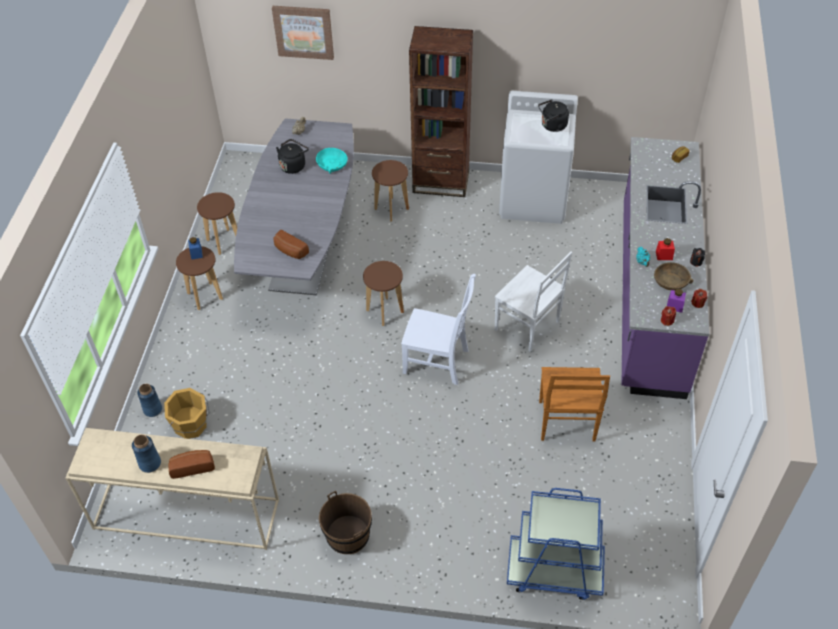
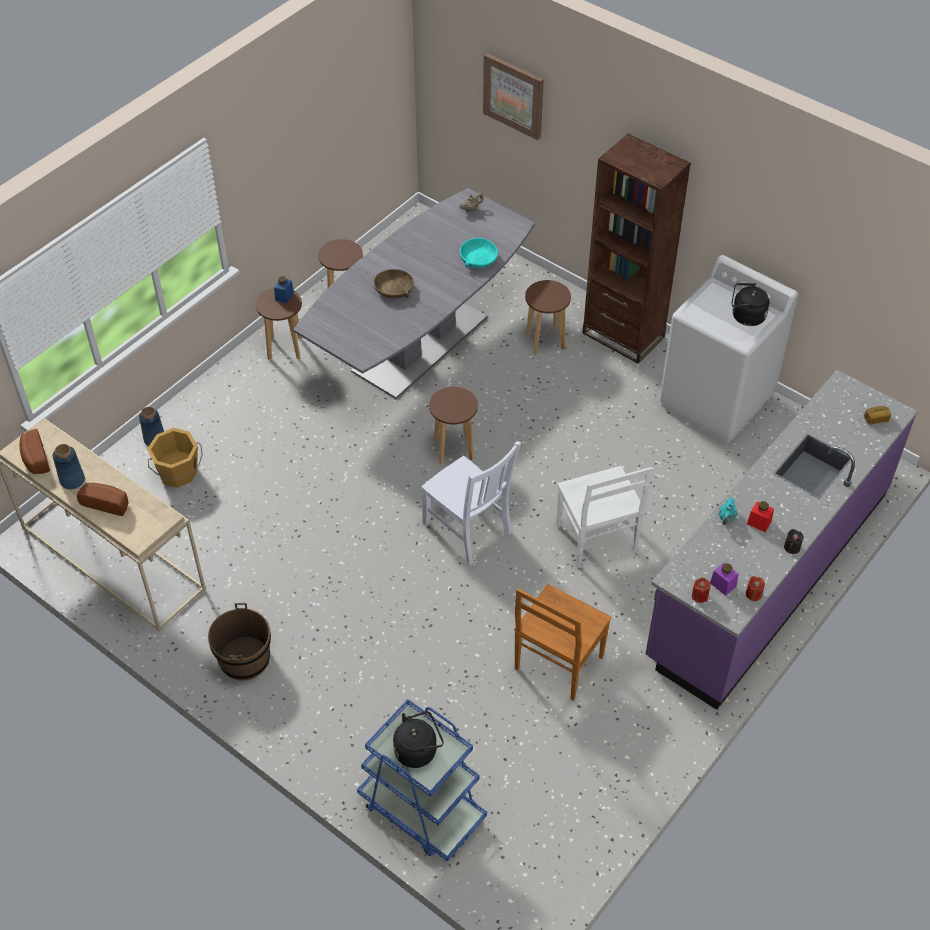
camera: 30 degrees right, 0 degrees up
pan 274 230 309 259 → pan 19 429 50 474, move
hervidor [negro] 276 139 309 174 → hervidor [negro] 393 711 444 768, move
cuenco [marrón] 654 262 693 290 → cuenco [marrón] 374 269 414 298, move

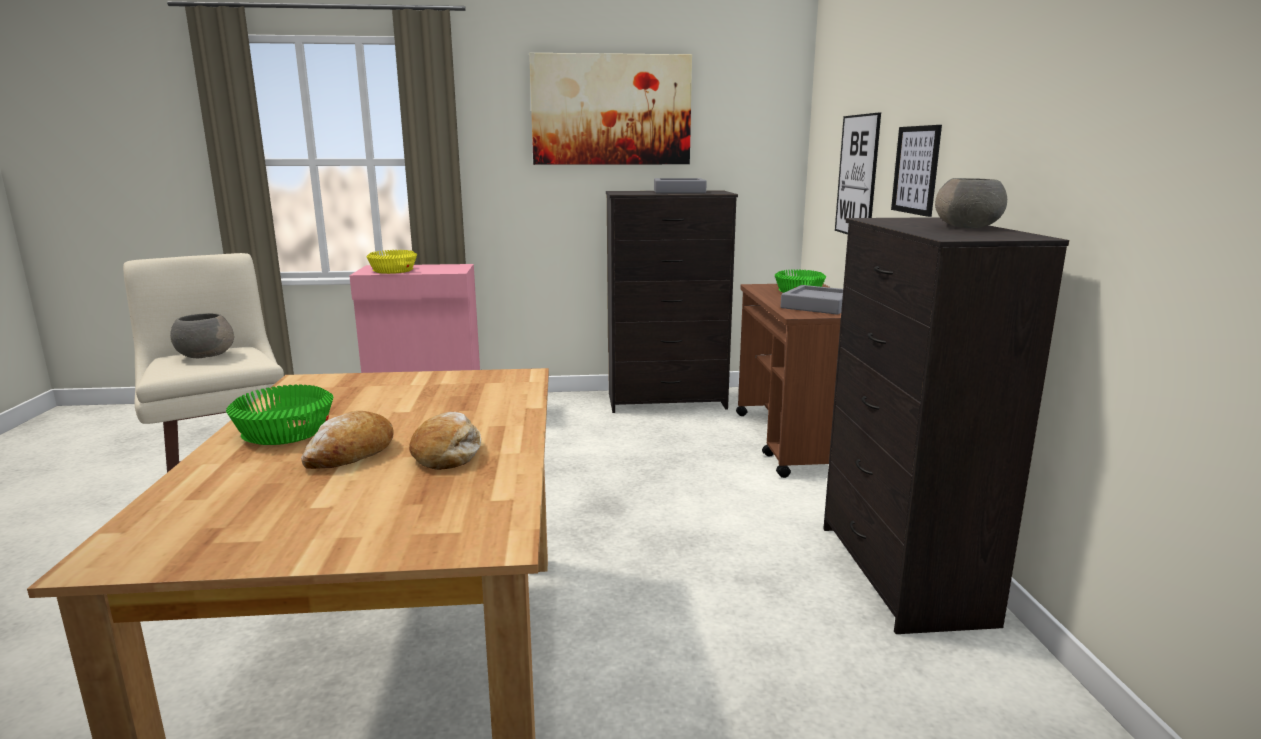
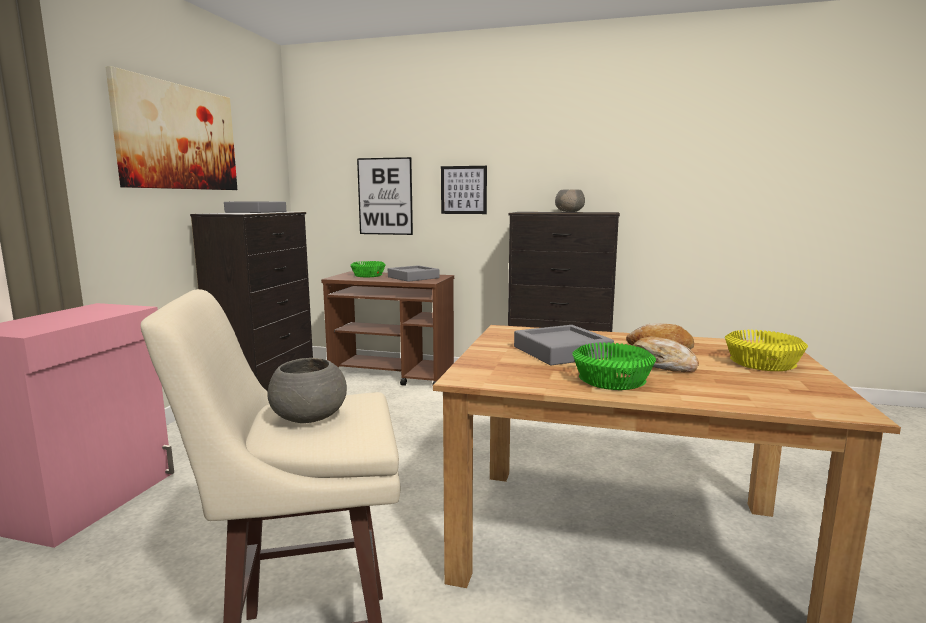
camera: 70 degrees left, 5 degrees down
- → bandeja [gris] 514 325 614 365
cuenco [amarillo] 366 250 417 274 → cuenco [amarillo] 725 330 808 371, move

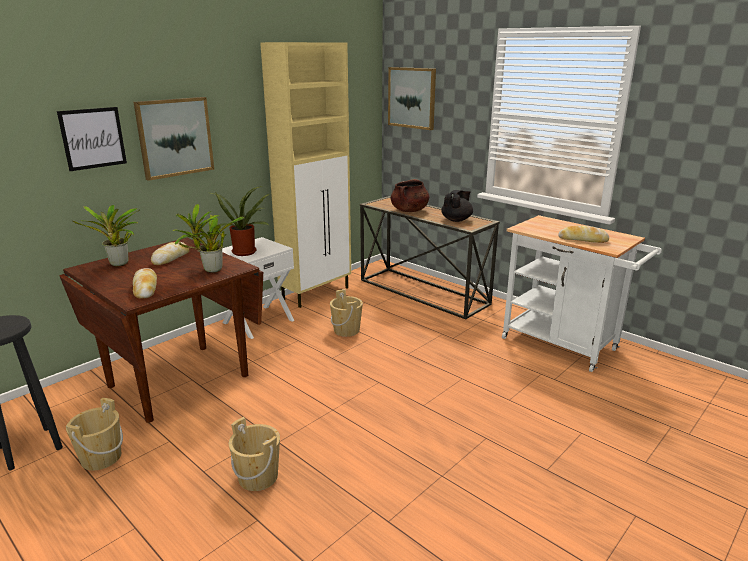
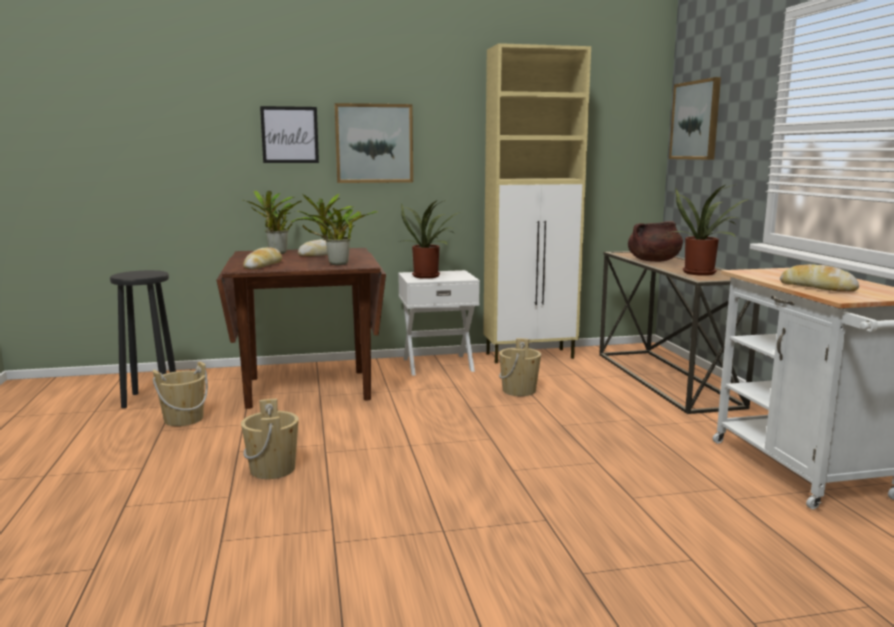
camera: 35 degrees right, 10 degrees down
tetera [negro] 441 190 473 222 → planta en maceta 668 184 749 276

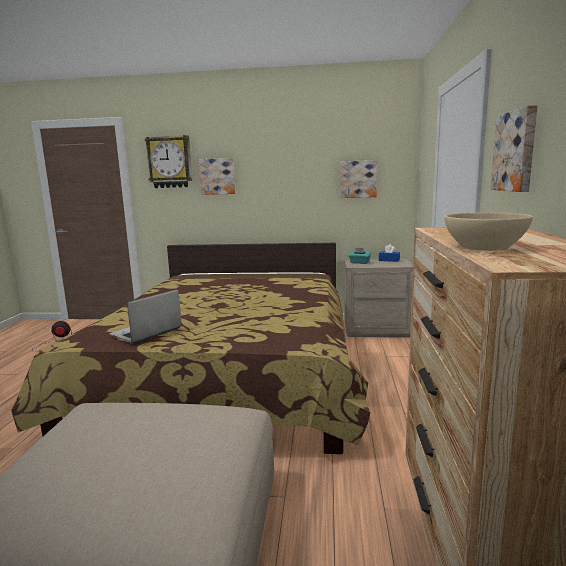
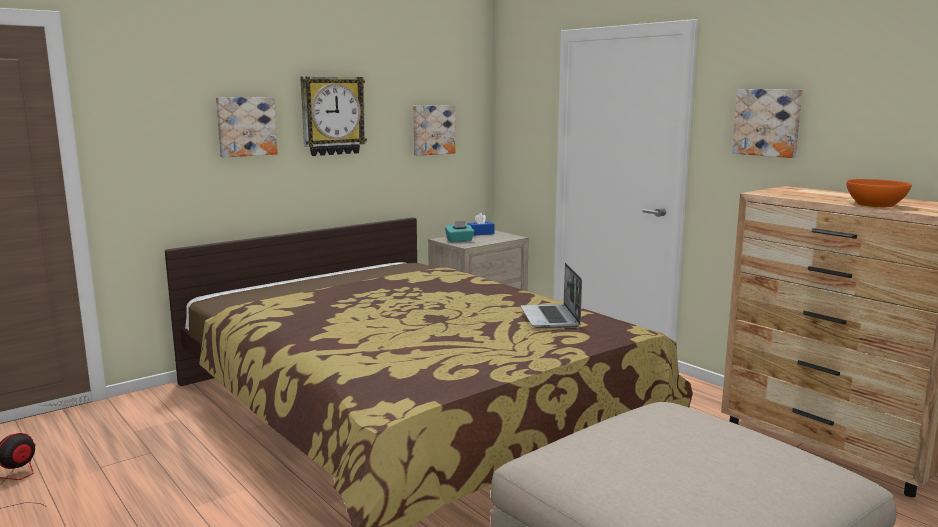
camera: 45 degrees left, 0 degrees up
portátil 109 289 182 344 → portátil 520 263 582 328, move
reloj de pared 145 135 192 188 → reloj de pared 300 76 367 156, move
cuenco [beis] 444 212 533 251 → cuenco [naranja] 846 179 912 207

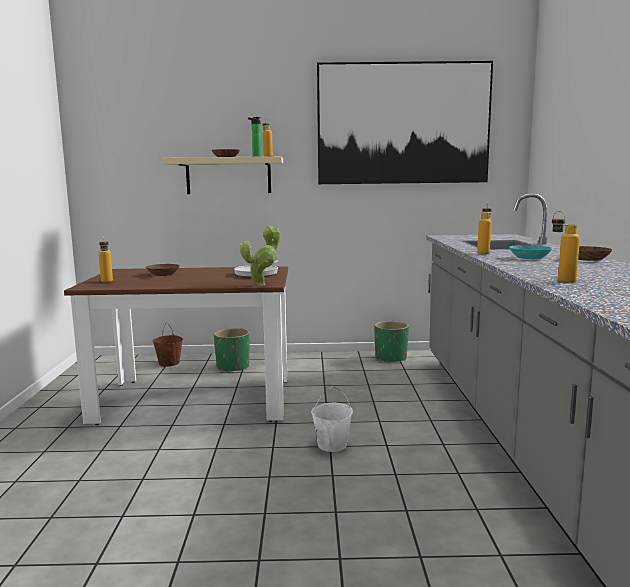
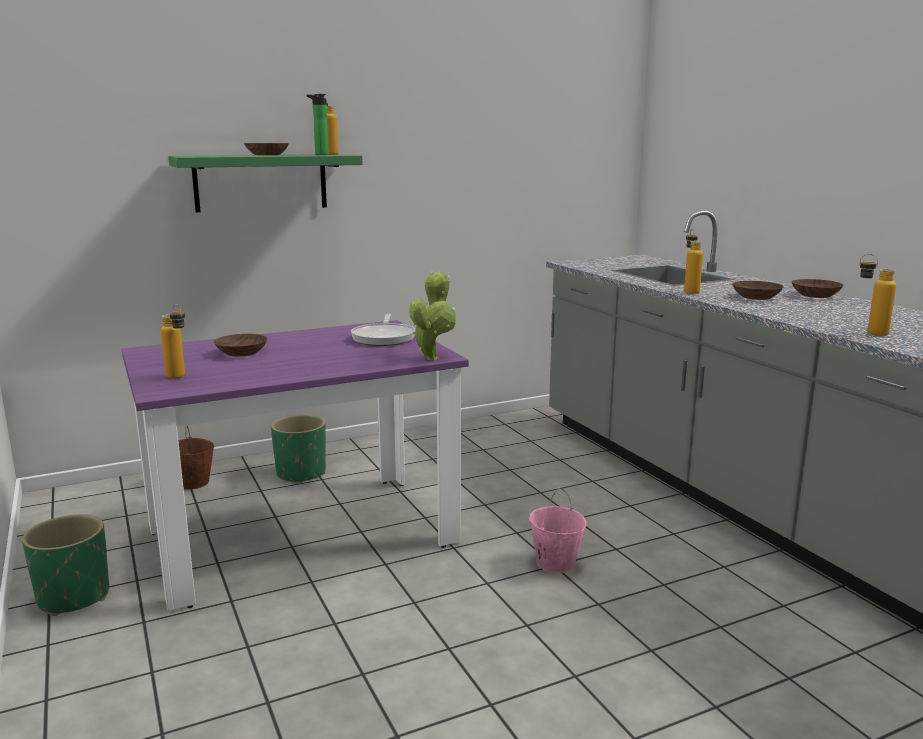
camera: 25 degrees left, 5 degrees up
cuadro 317 61 493 184 → -
maceta [verde] 374 321 409 363 → maceta [verde] 22 514 109 616, move
mesa de comedor [marrón] 64 266 288 425 → mesa de comedor [morado] 121 320 469 611
estante [beis] 163 156 283 194 → estante [verde] 168 154 363 212
cubo [blanco] 311 387 353 452 → cubo [rosa] 529 488 587 573
cuenco [turquesa] 509 245 552 259 → cuenco [marrón] 732 281 783 300

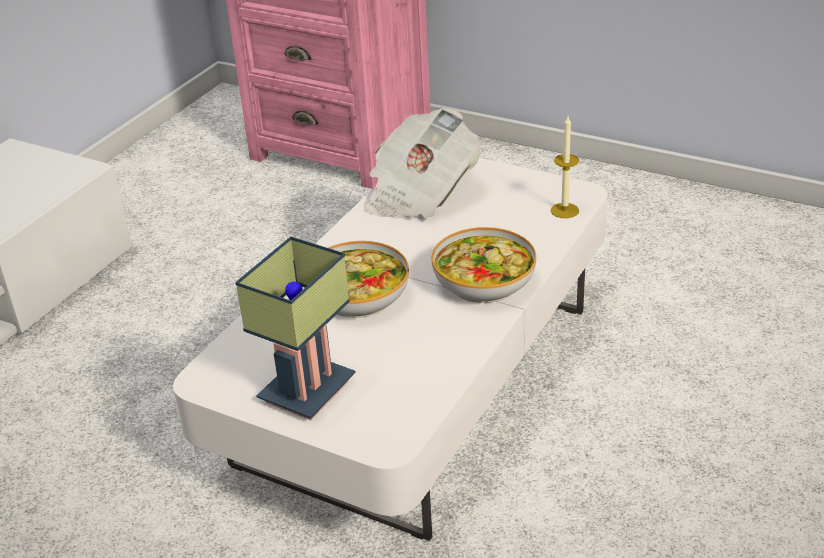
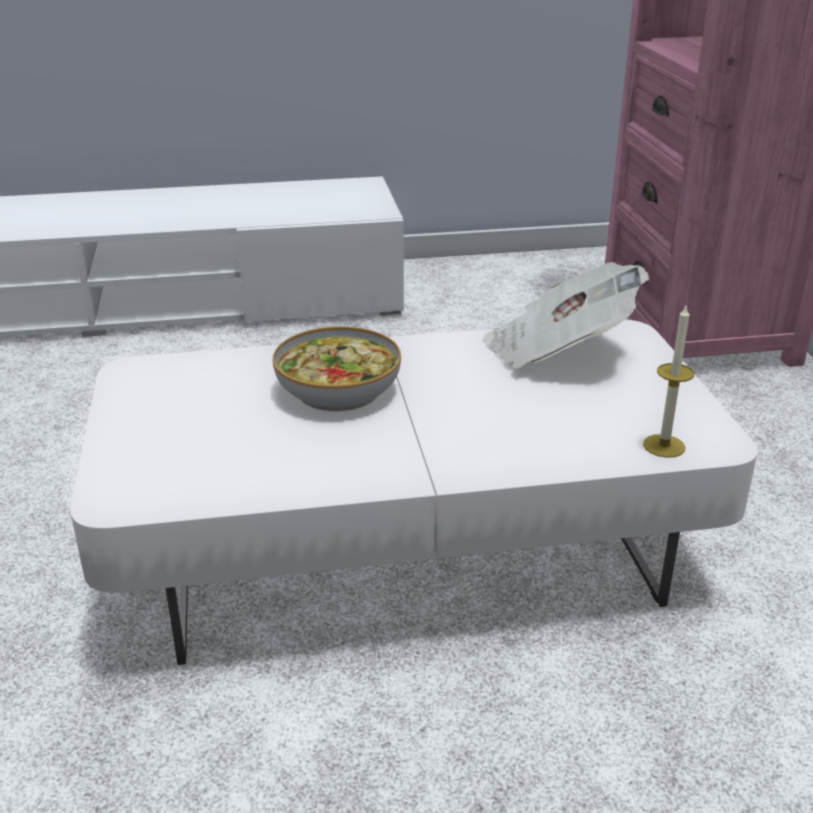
camera: 50 degrees right, 5 degrees down
lámpara de mesa 235 236 356 420 → -
cuenco 431 227 536 303 → -

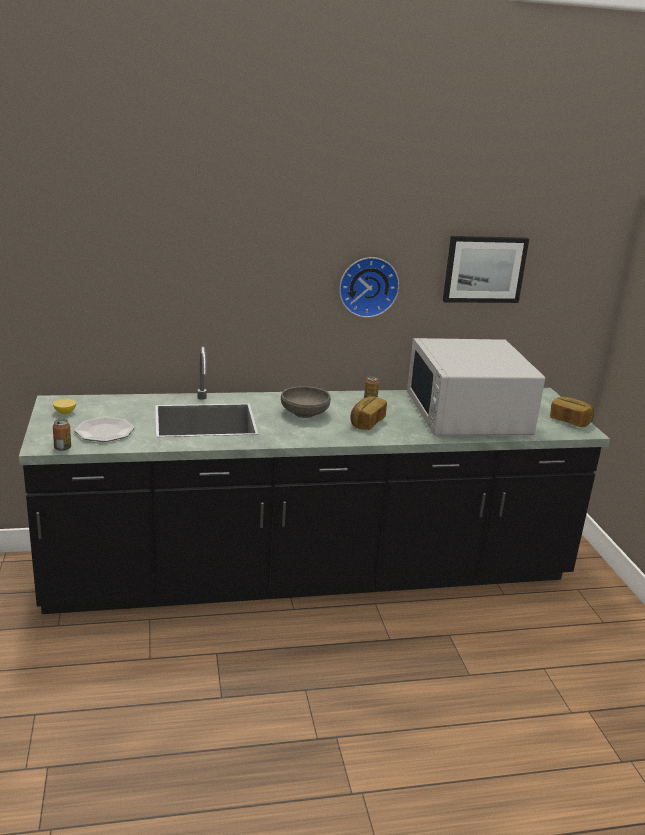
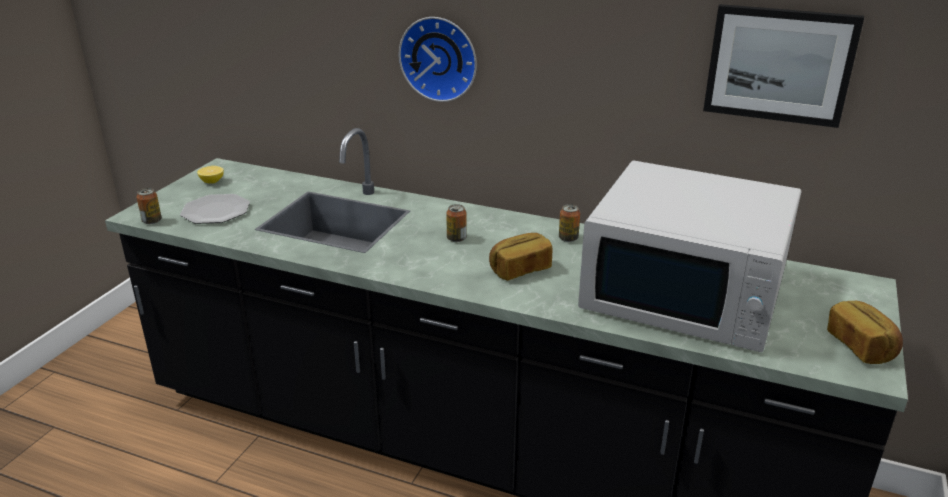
camera: 35 degrees right, 5 degrees up
reloj de pared 339 257 399 318 → reloj de pared 399 17 477 102, move
cuenco [gris] 281 386 331 418 → lata 446 204 467 242
microondas [blanco] 407 338 545 435 → microondas [blanco] 578 161 801 352, 90 degrees counterclockwise

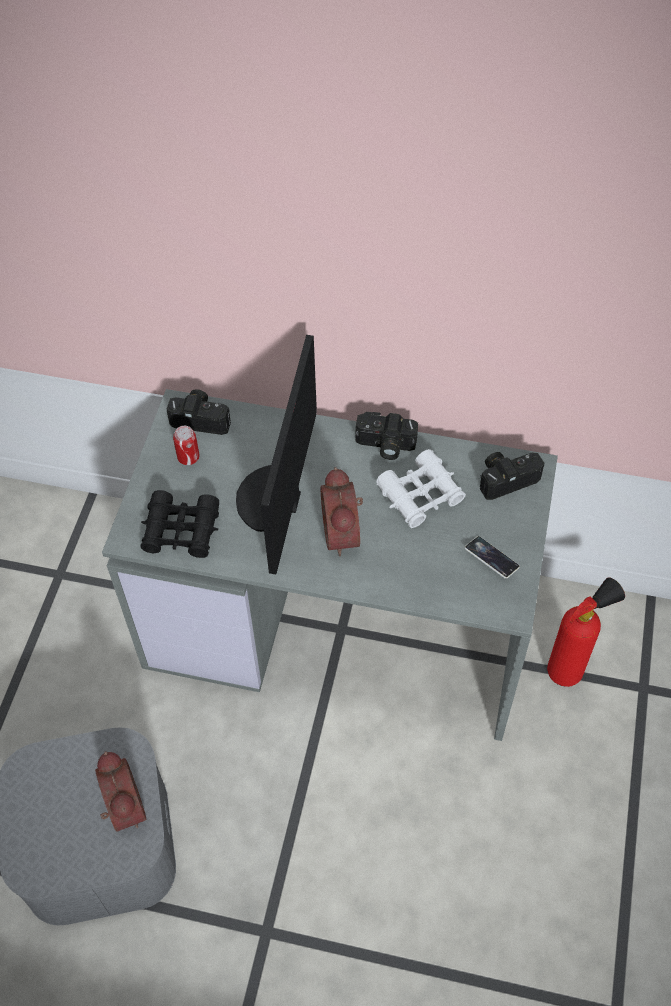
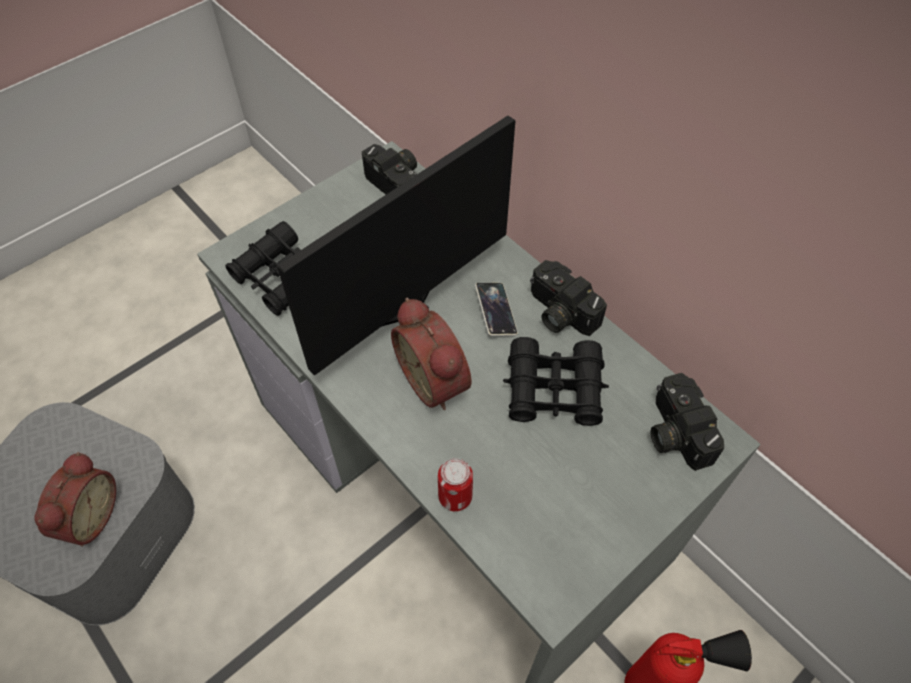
camera: 35 degrees right, 0 degrees up
lata 173 426 200 465 → lata 438 458 473 511, move
móvil 464 536 520 579 → móvil 475 282 518 336, move
prismáticos [blanco] 376 449 466 528 → prismáticos [negro] 503 337 609 426
despertador 321 467 363 556 → despertador 391 298 471 410, 60 degrees counterclockwise
cámara 480 452 544 500 → cámara 651 373 724 471, 120 degrees counterclockwise

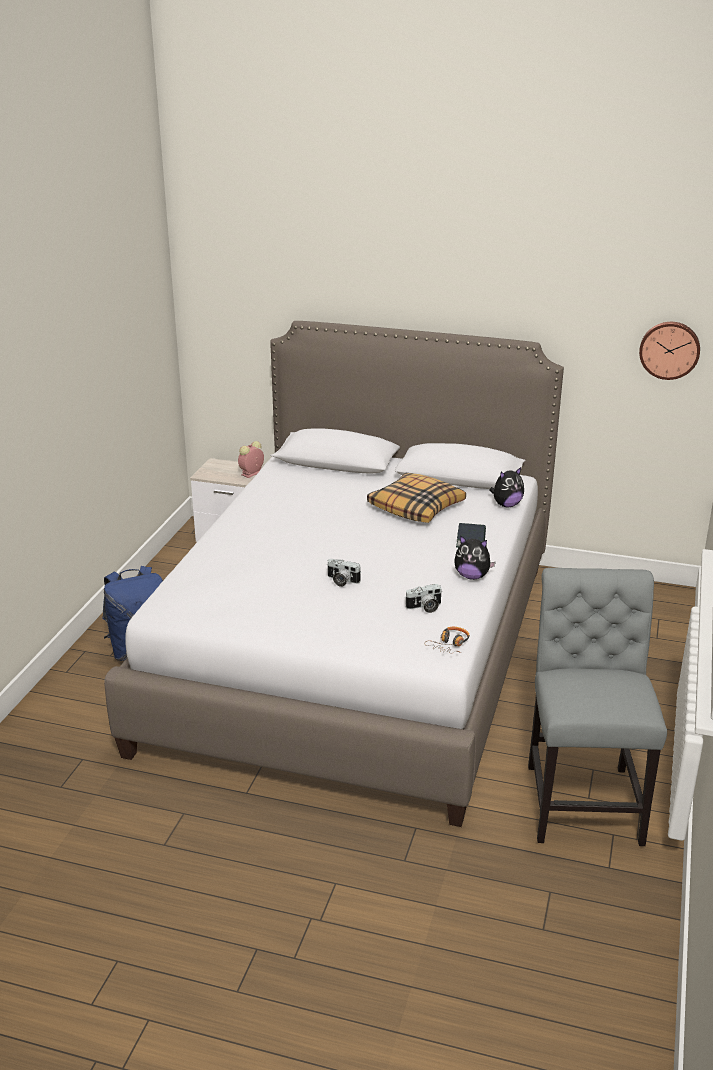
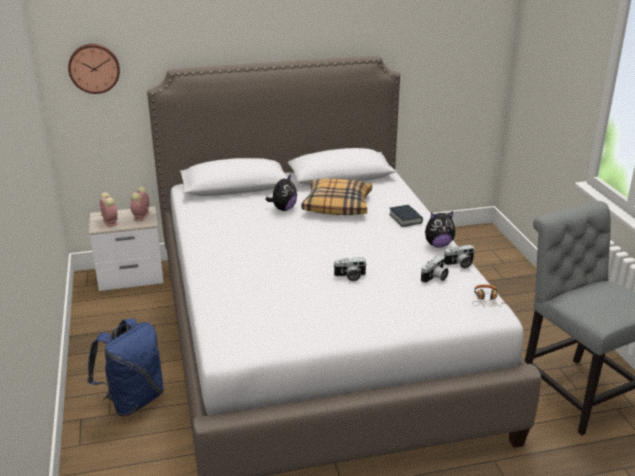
camera: 30 degrees left, 0 degrees up
- → despertador 100 192 118 227
- → cámara 444 245 474 268
peluche 489 467 524 507 → peluche 265 174 297 211, move
reloj de pared 639 322 700 380 → reloj de pared 68 44 120 94, move

